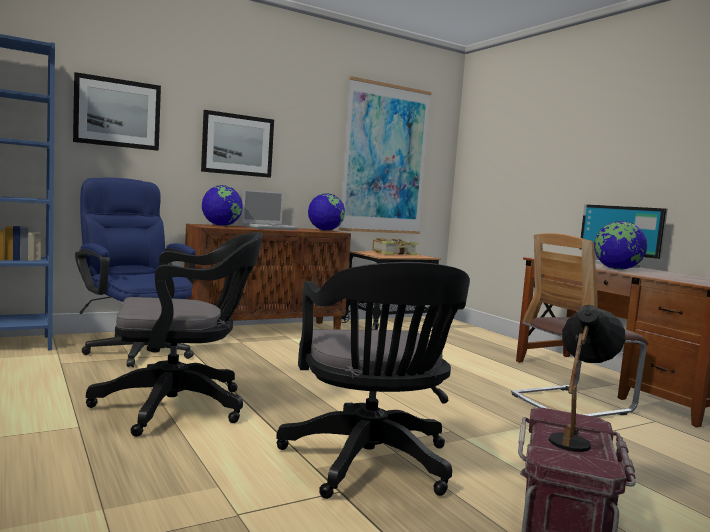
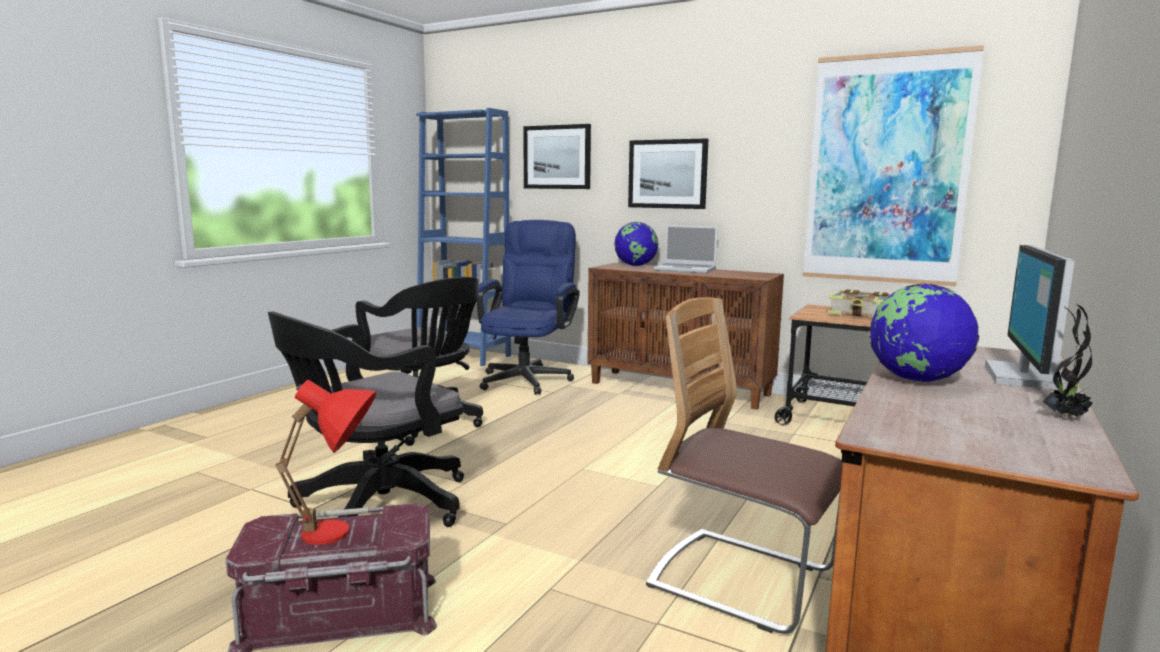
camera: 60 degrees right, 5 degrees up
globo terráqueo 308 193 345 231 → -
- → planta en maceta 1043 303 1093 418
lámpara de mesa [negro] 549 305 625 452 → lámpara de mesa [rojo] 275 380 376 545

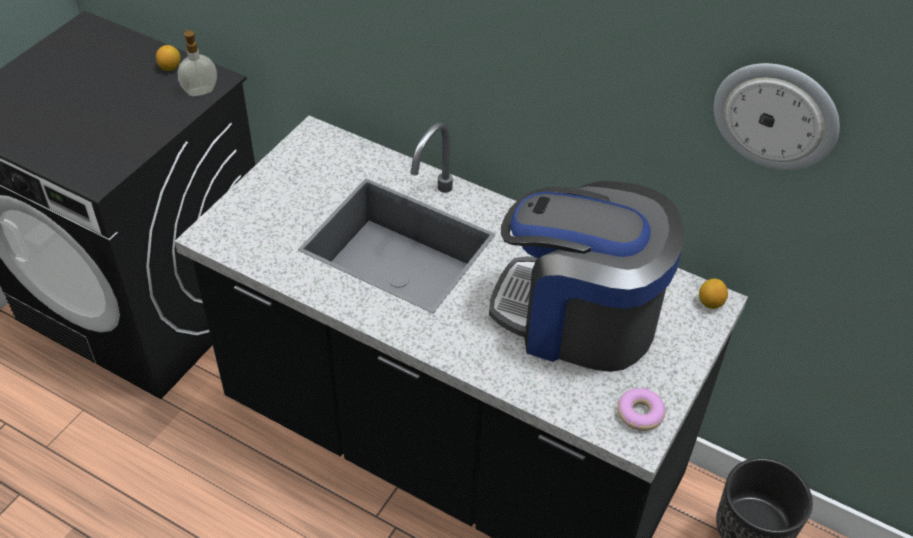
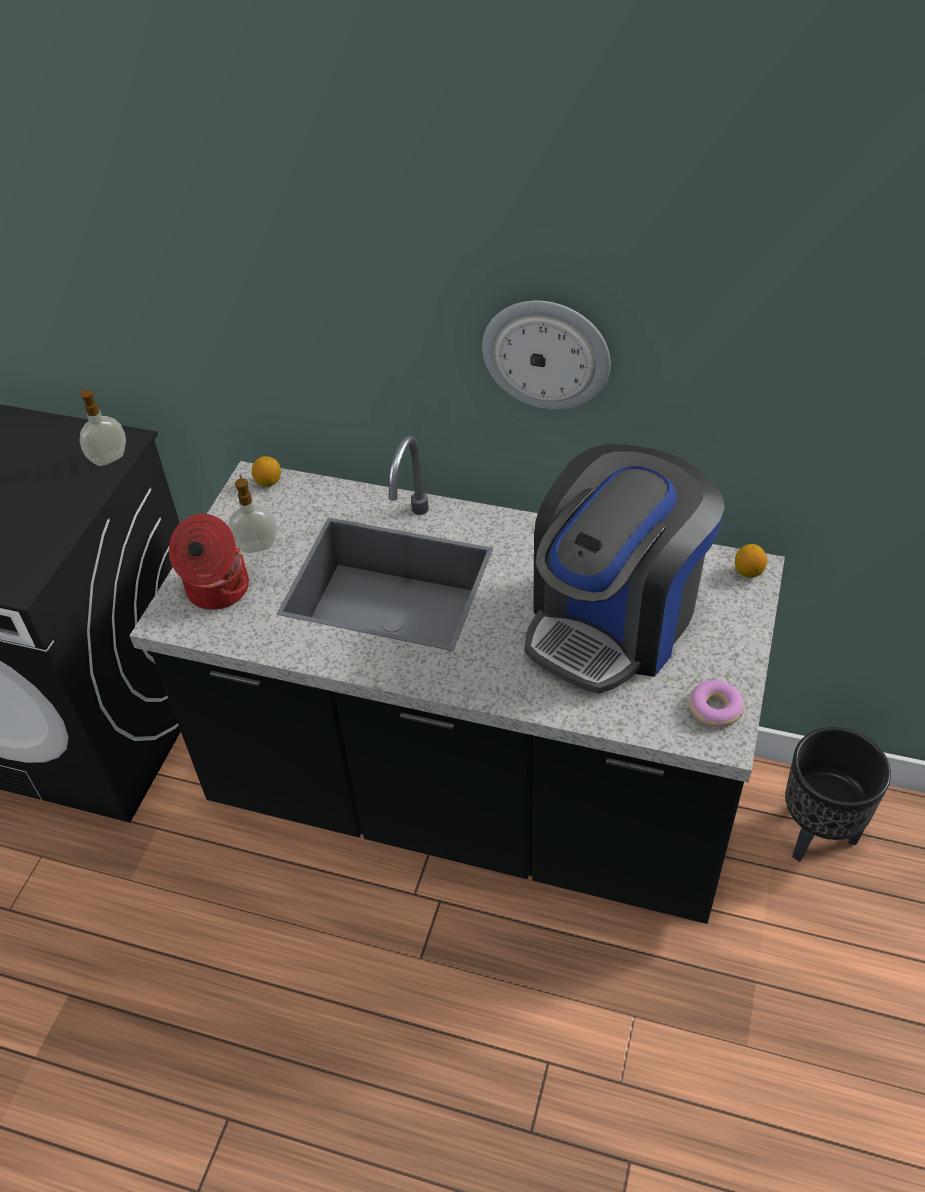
camera: 10 degrees left, 0 degrees up
- → olla 169 514 249 610
- → dispensador de jabón 228 475 277 553
limón 156 45 181 71 → limón 252 456 281 487, move
reloj de pared 714 63 840 170 → reloj de pared 482 301 611 410, move
cafetera 489 181 684 372 → cafetera 525 444 725 694, 60 degrees counterclockwise

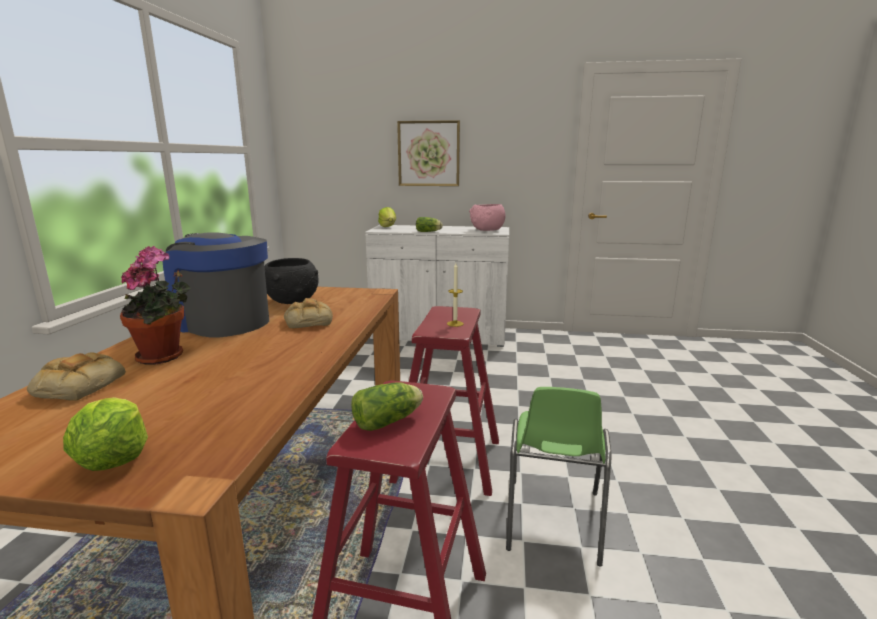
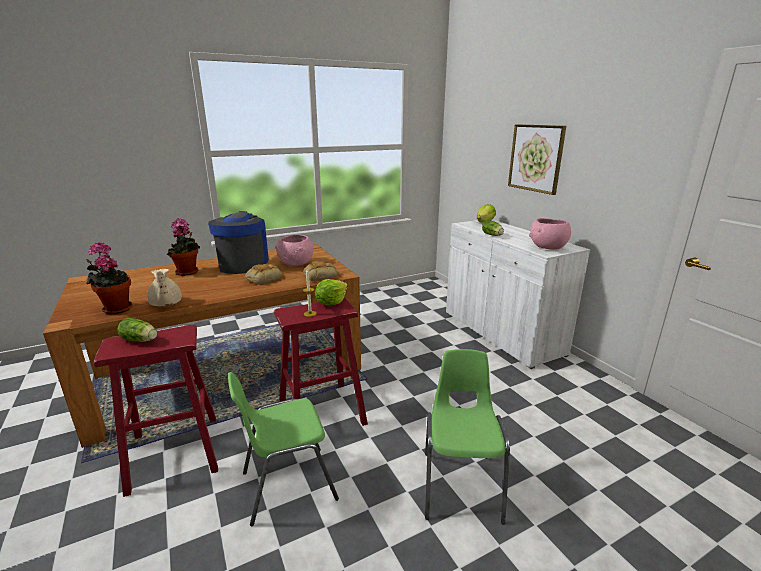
camera: 55 degrees right, 5 degrees up
- → planta en maceta 86 242 133 314
- → tetera [beis] 147 269 182 307
- → silla [verde] 425 349 510 525
pan 27 352 126 401 → pan 303 261 337 281, move
lechuga 63 397 148 471 → lechuga 315 279 348 305, move
cuenco [negro] 265 258 318 304 → cuenco [rosa] 275 235 313 266

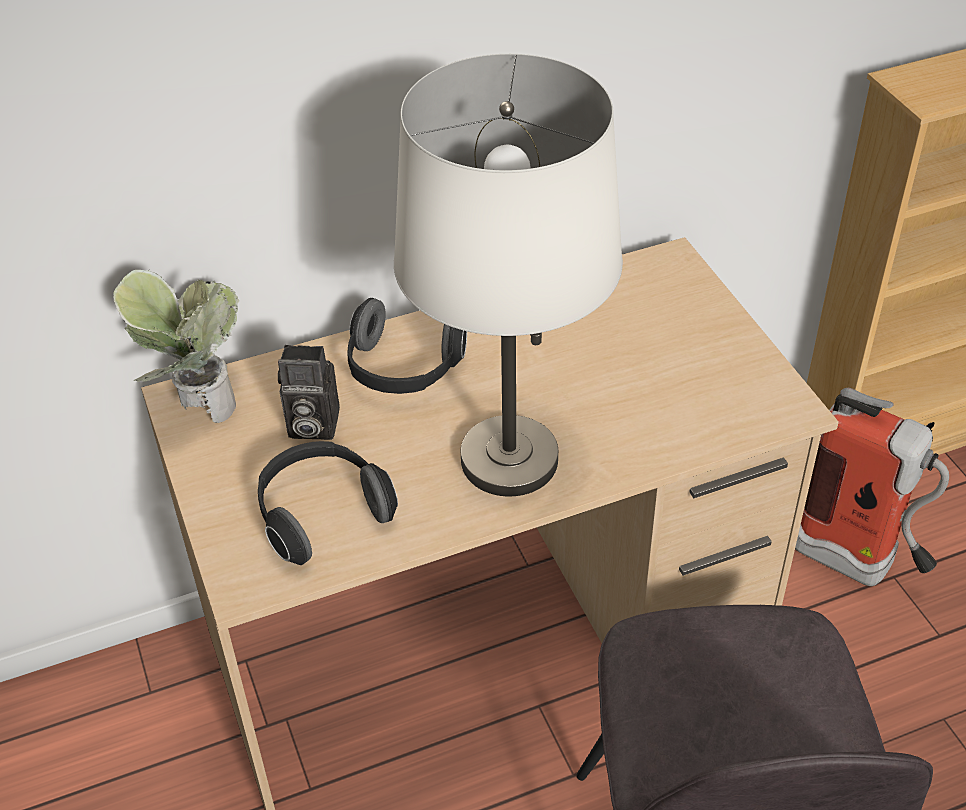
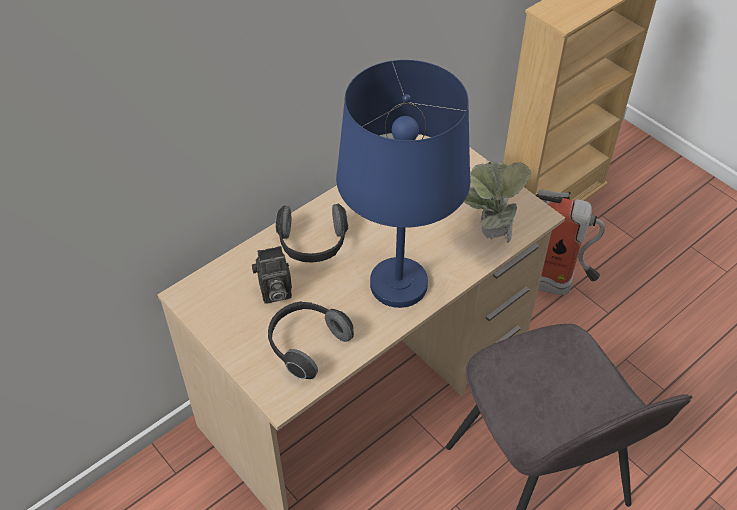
camera: 20 degrees left, 5 degrees up
planta en maceta 113 270 239 423 → planta en maceta 464 161 531 243, move
lámpara de mesa [blanco] 394 54 623 496 → lámpara de mesa [azul] 336 60 470 308

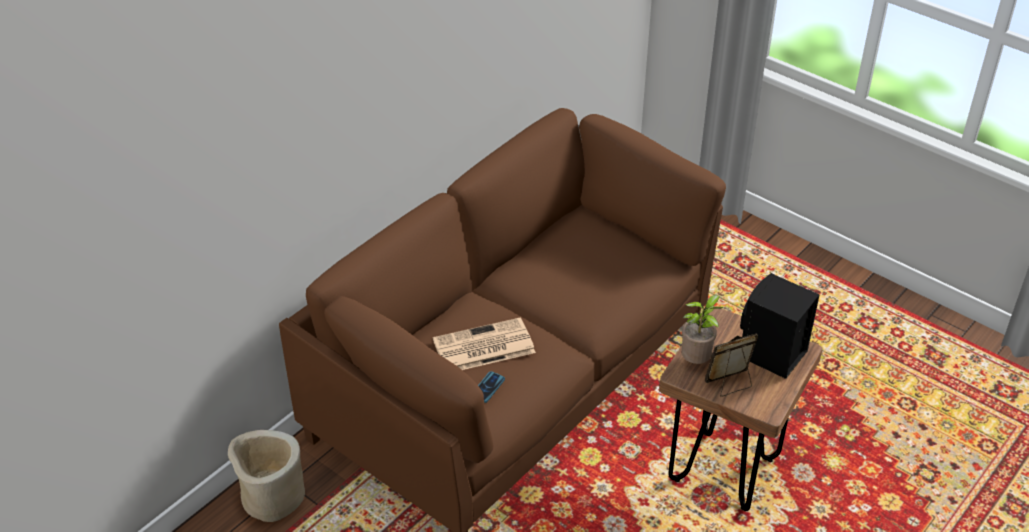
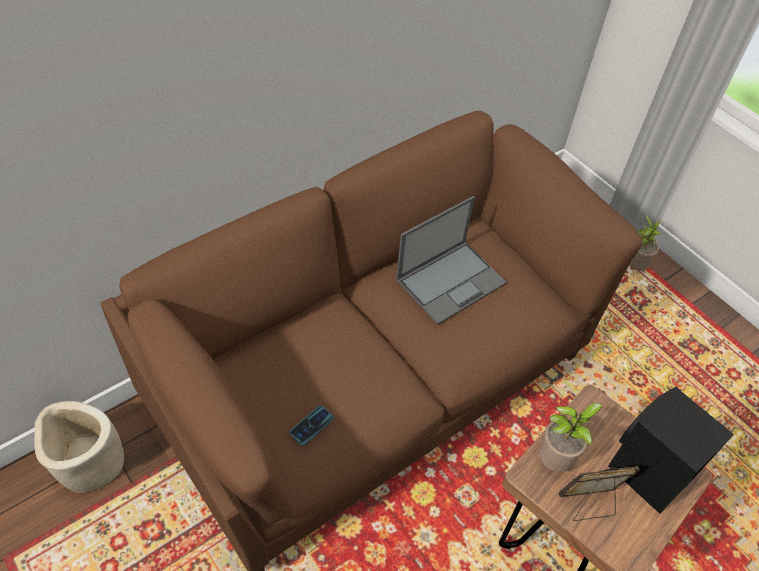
camera: 10 degrees right, 10 degrees up
periódico 433 317 536 370 → -
- → portátil 396 196 507 325
- → planta en maceta 629 214 661 271

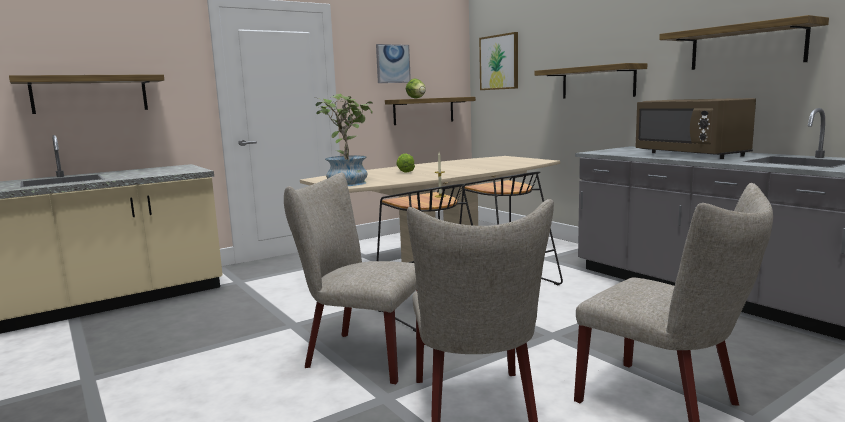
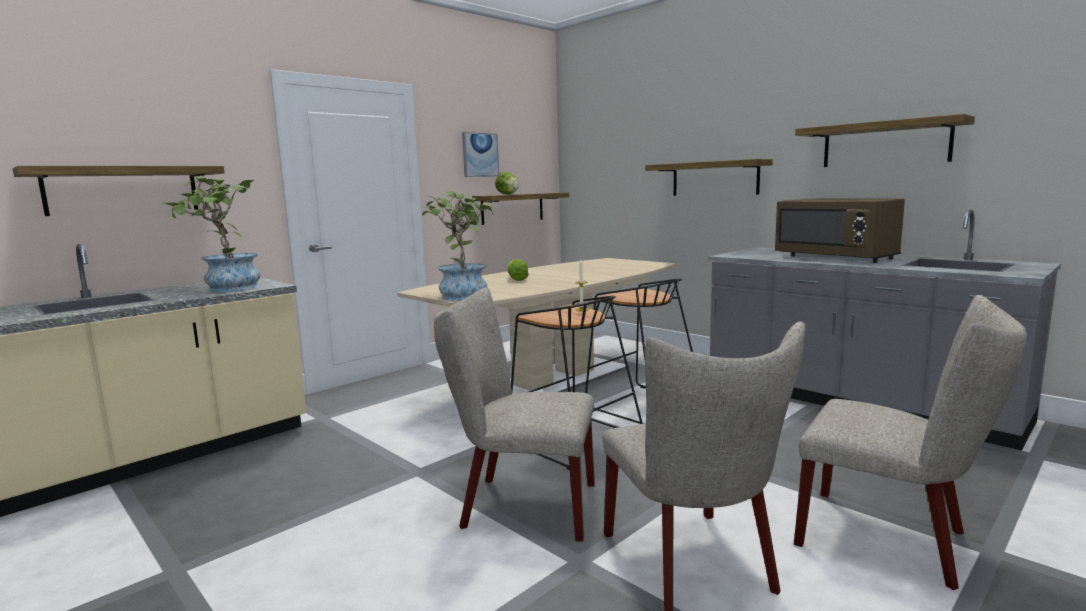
camera: 10 degrees left, 0 degrees up
cuadro 479 32 518 90 → -
- → planta en maceta 161 176 260 292

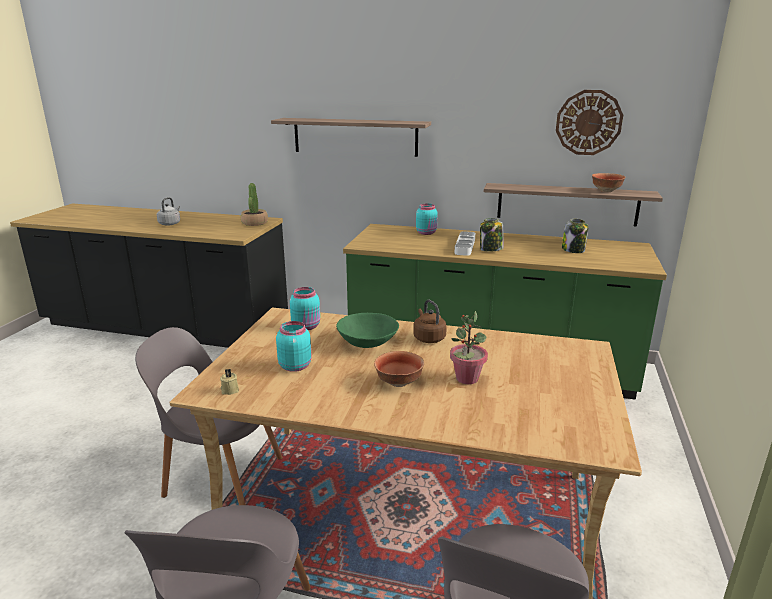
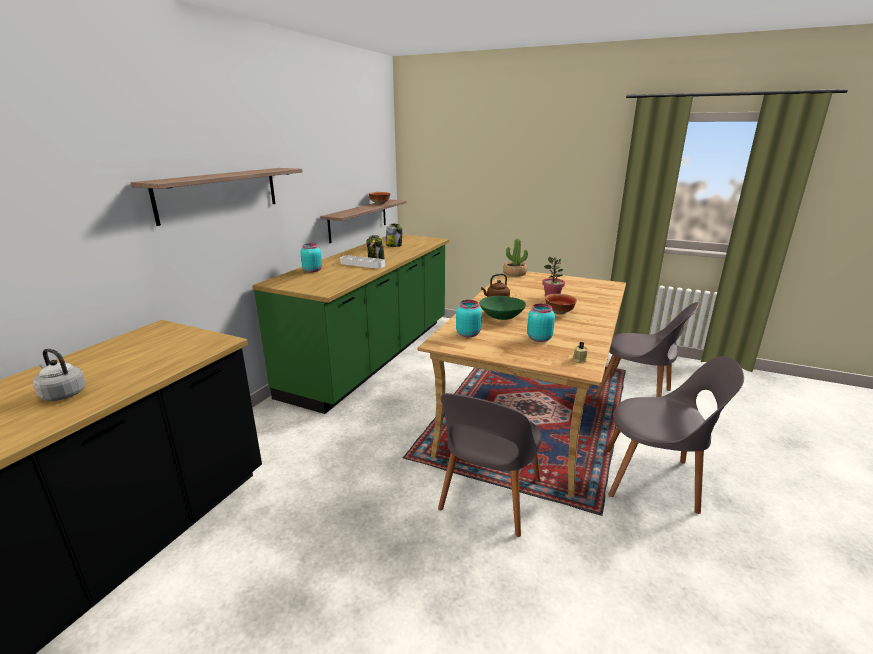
camera: 80 degrees left, 0 degrees up
reloj de pared 556 90 623 155 → -
planta en maceta 241 183 268 226 → planta en maceta 503 238 528 277, move

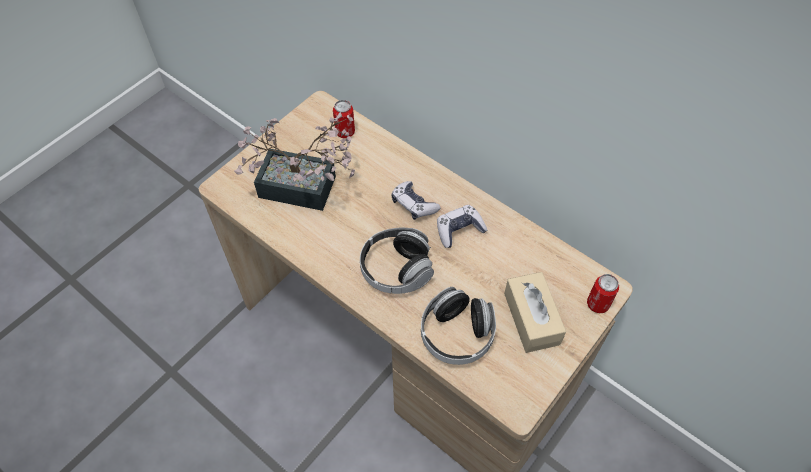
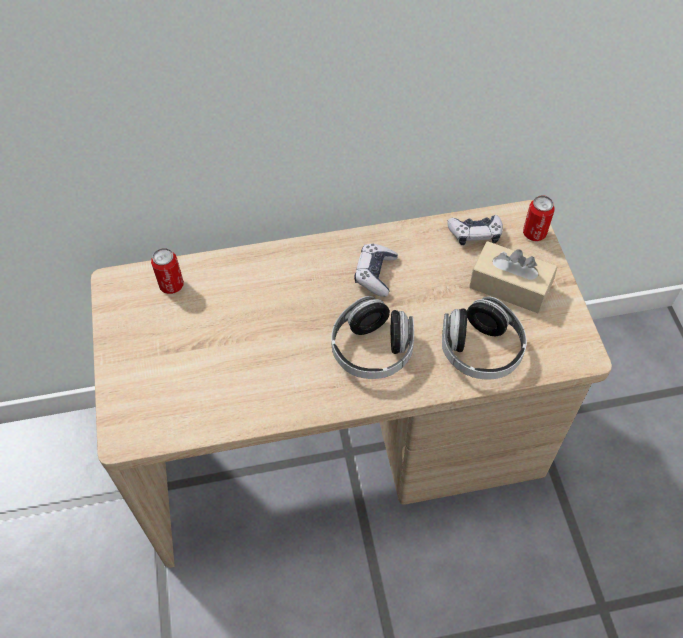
camera: 50 degrees left, 0 degrees up
planta en maceta 234 112 355 211 → -
mando de consola 391 181 441 220 → mando de consola 447 215 503 245, move

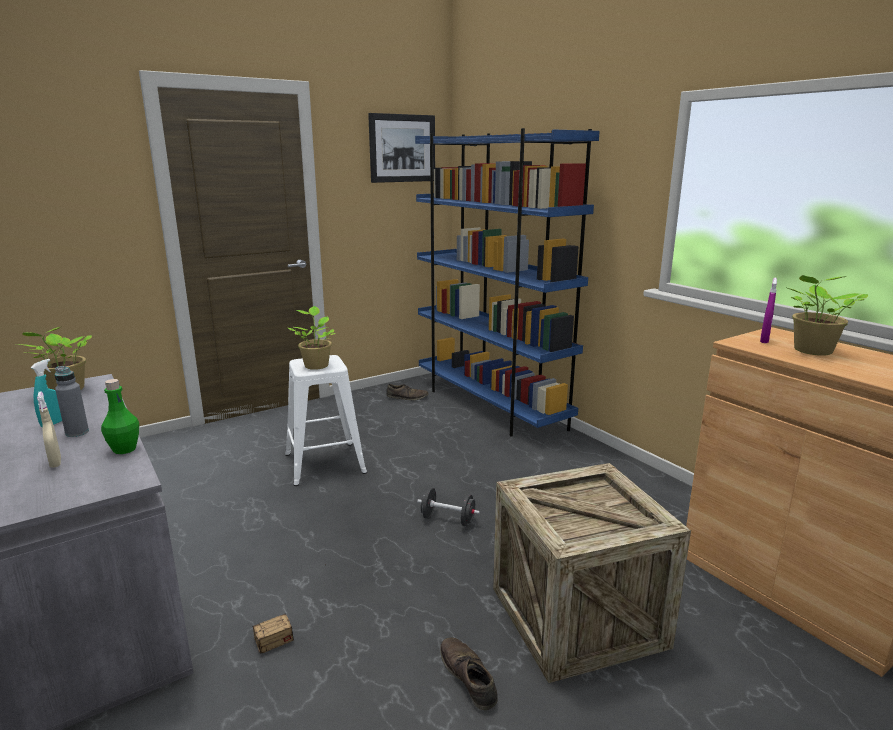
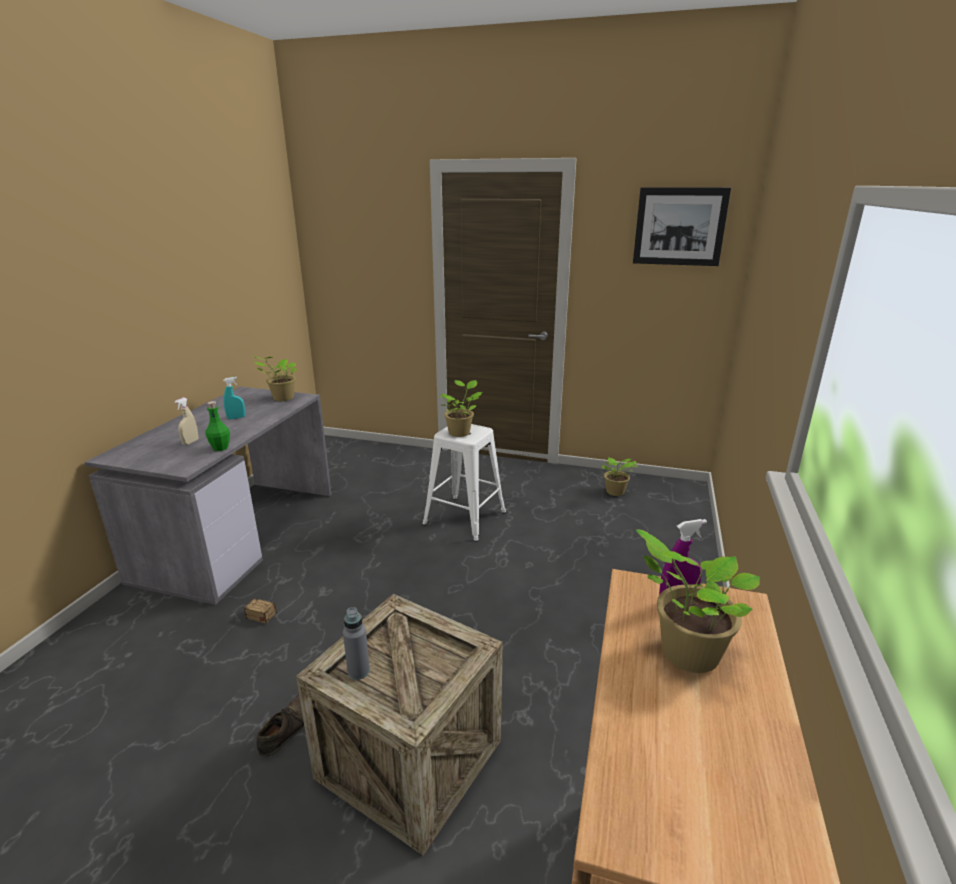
camera: 50 degrees right, 5 degrees up
estantería [azul] 415 128 600 437 → -
mancuerna [negro] 417 488 480 526 → -
botella [gris] 54 366 89 437 → botella [gris] 343 607 370 680, move
zapato [marrón] 386 384 429 400 → planta en maceta 602 458 638 496

